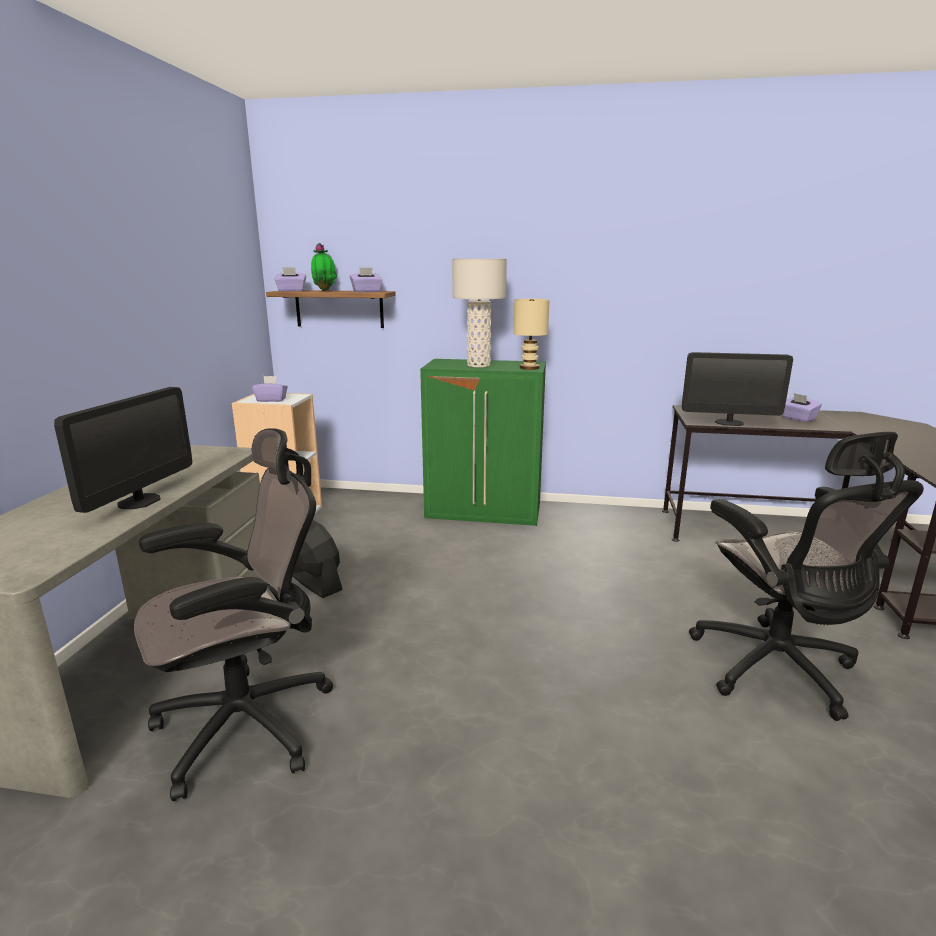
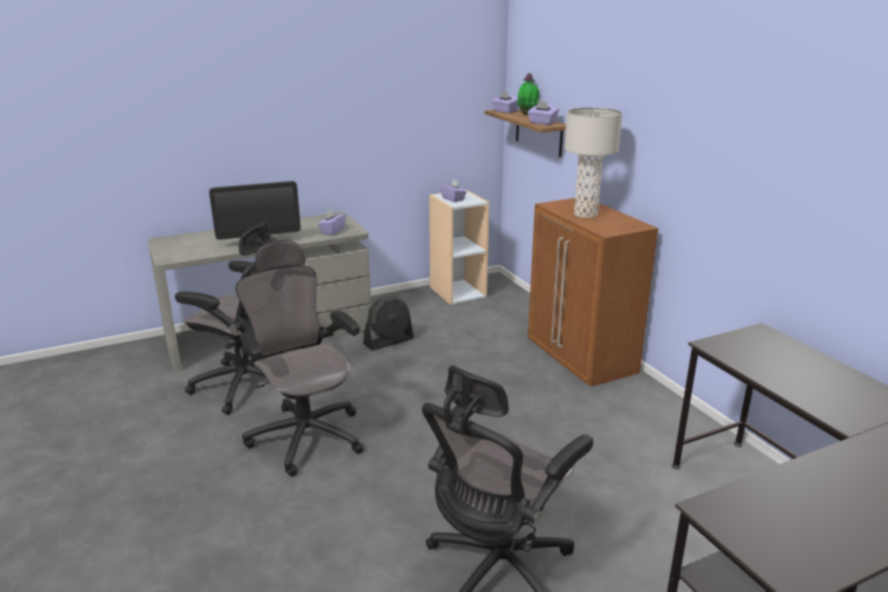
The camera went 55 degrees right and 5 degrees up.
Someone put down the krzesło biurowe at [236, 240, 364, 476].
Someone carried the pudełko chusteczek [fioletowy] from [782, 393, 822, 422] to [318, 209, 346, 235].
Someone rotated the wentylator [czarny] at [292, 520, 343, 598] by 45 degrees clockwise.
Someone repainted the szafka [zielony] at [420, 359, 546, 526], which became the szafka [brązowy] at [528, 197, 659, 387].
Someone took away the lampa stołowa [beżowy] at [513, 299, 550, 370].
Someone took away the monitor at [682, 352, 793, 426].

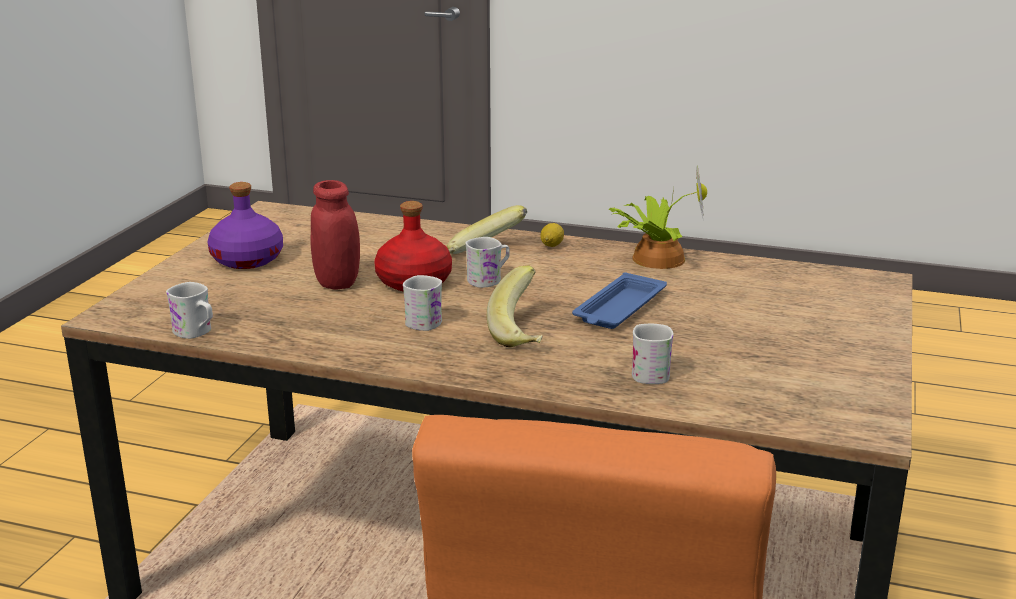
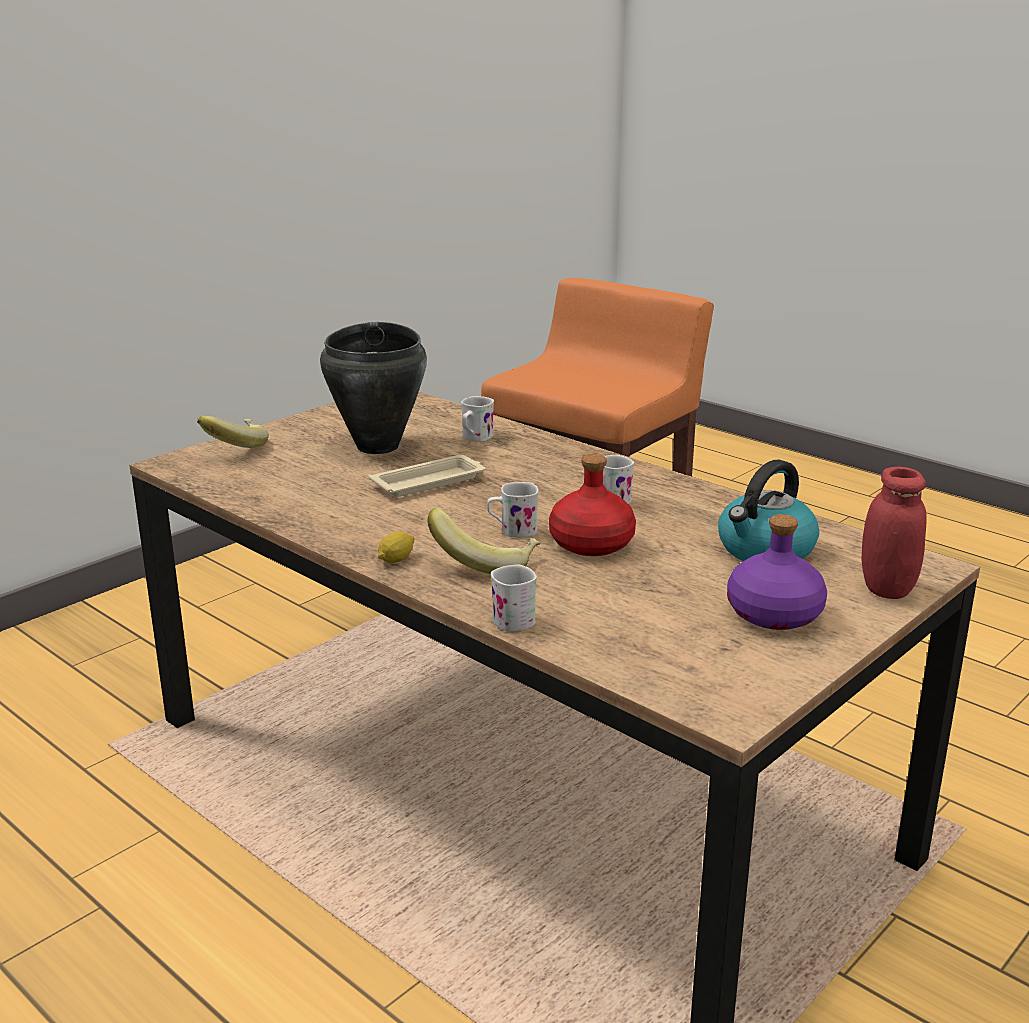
The camera went 155 degrees left and 0 degrees up.
Someone carried the banan from [487, 265, 543, 347] to [197, 416, 269, 448].
Someone put down the garnek [czarny] at [320, 322, 427, 454].
Someone repainted the taca [niebieski] at [572, 272, 667, 329], which became the taca [beżowy] at [368, 455, 485, 497].
Someone carried the kubek [biały] from [166, 282, 213, 339] to [491, 565, 537, 632].
Someone put down the czajnik at [718, 460, 819, 561].
Someone carried the słoik [czerwony] from [310, 180, 360, 289] to [861, 467, 927, 599].
Someone took away the roślina doniczkowa at [609, 166, 707, 269].

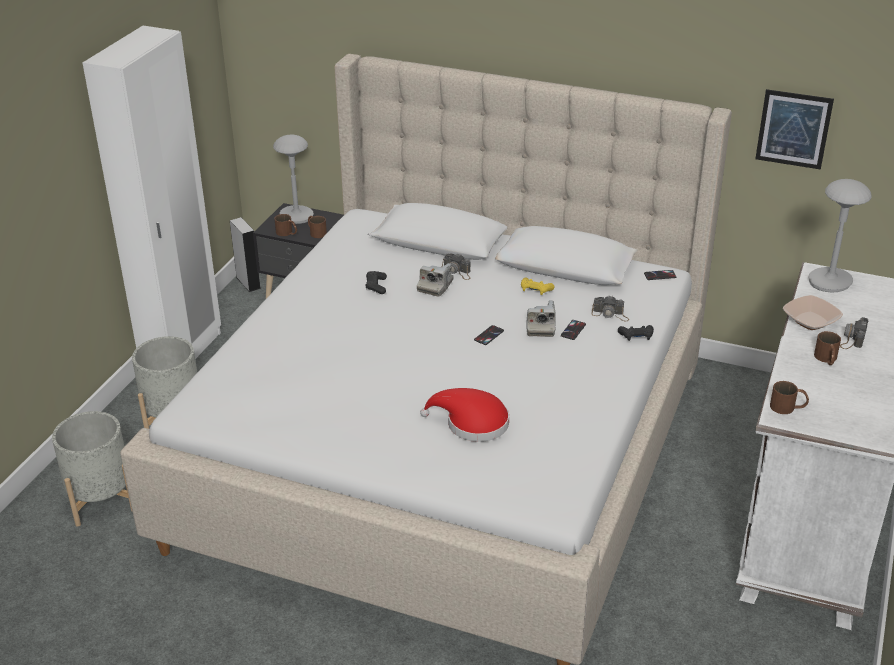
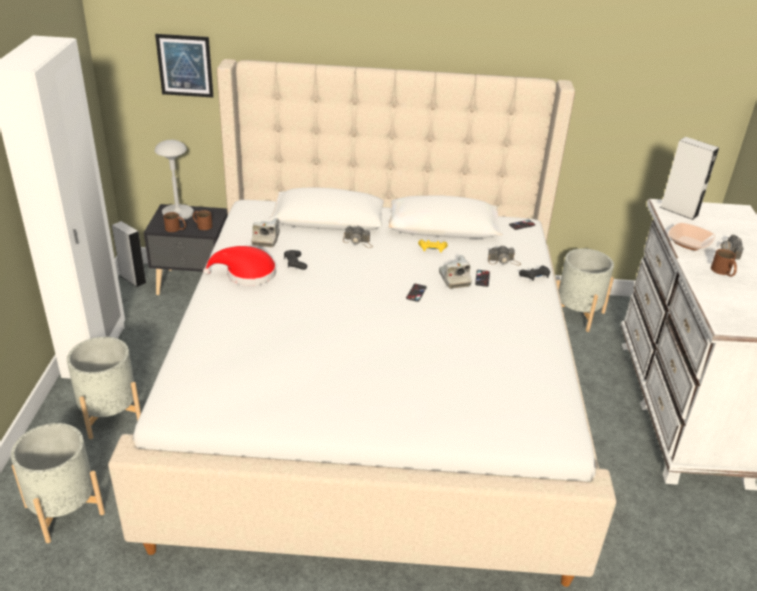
The camera went 20 degrees left and 0 degrees up.
Someone carried the obraz from [755, 89, 834, 170] to [155, 34, 213, 98].
Someone carried the kapelusz [czerwony] from [420, 388, 509, 442] to [203, 246, 276, 286].
Someone carried the aparat fotograficzny from [417, 263, 454, 296] to [251, 218, 280, 247].
Someone put down the donica [szary] at [556, 248, 614, 332].
Someone swapped the lampa stołowa [szary] at [808, 179, 871, 293] for the głośnik [szary] at [660, 137, 719, 220].
Someone took away the kubek [brązowy] at [770, 381, 809, 414].

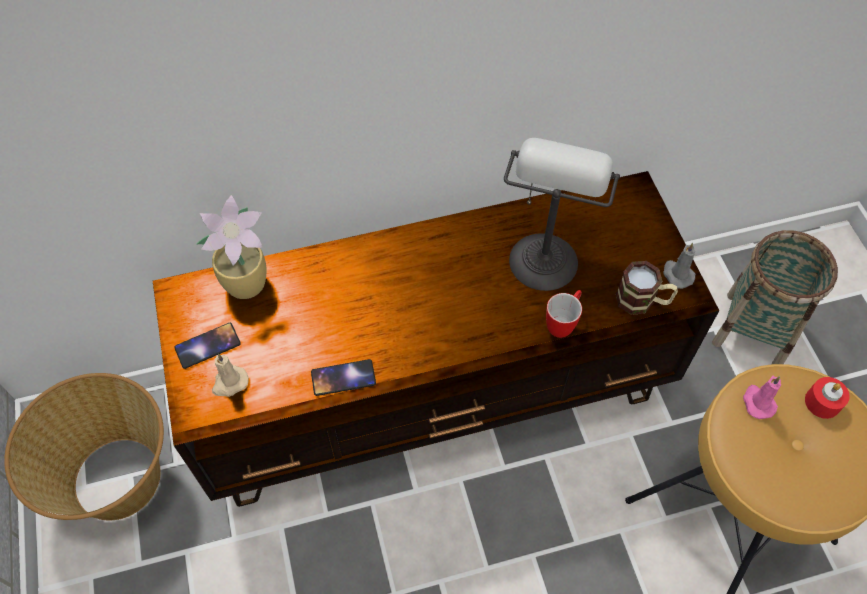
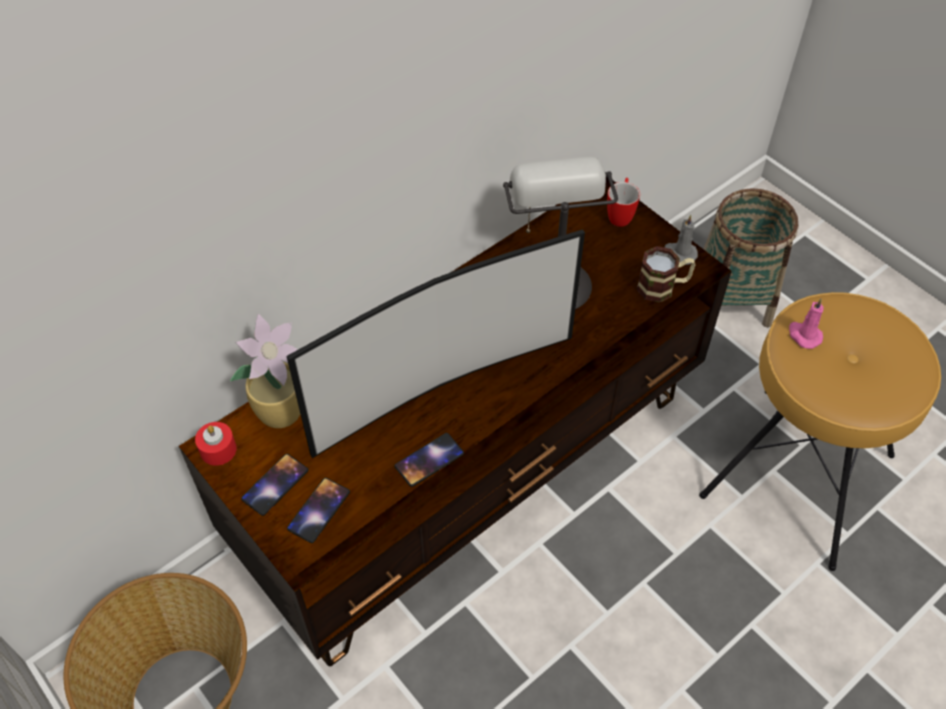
The camera went 25 degrees left and 5 degrees down.
Someone carried the świeca [czerwony] from [805, 377, 850, 419] to [195, 422, 237, 466].
Someone put down the telewizor at [287, 229, 585, 458].
Someone swapped the świeca [beżowy] at [212, 354, 249, 397] for the telefon at [287, 478, 350, 543].
Someone carried the kubek from [546, 290, 582, 338] to [607, 178, 640, 227].

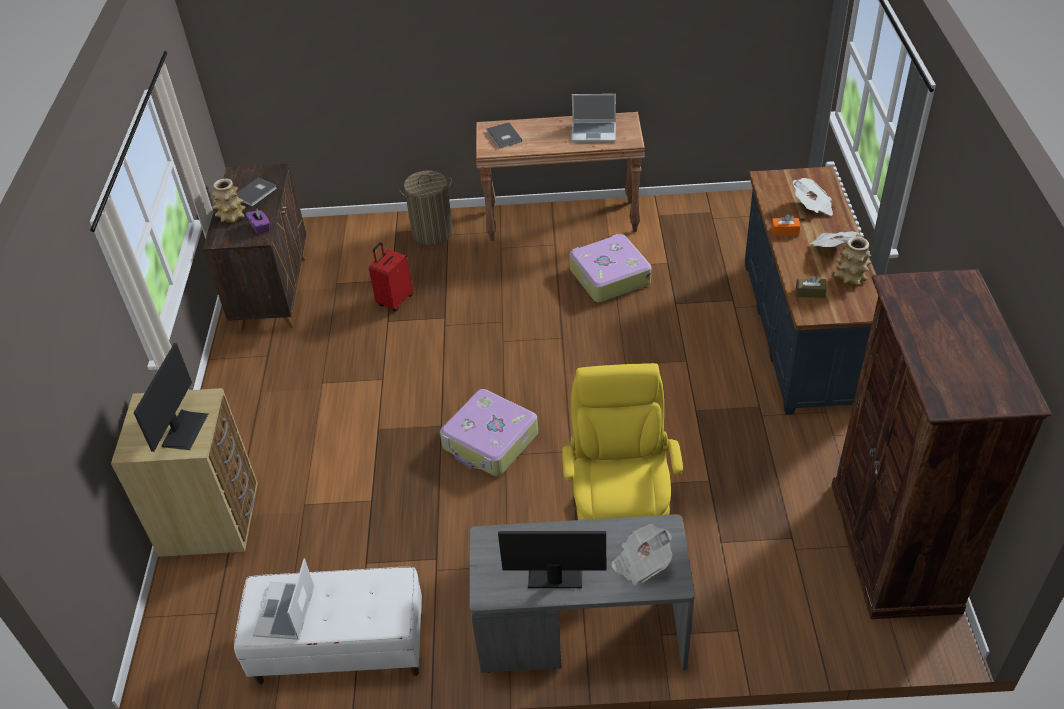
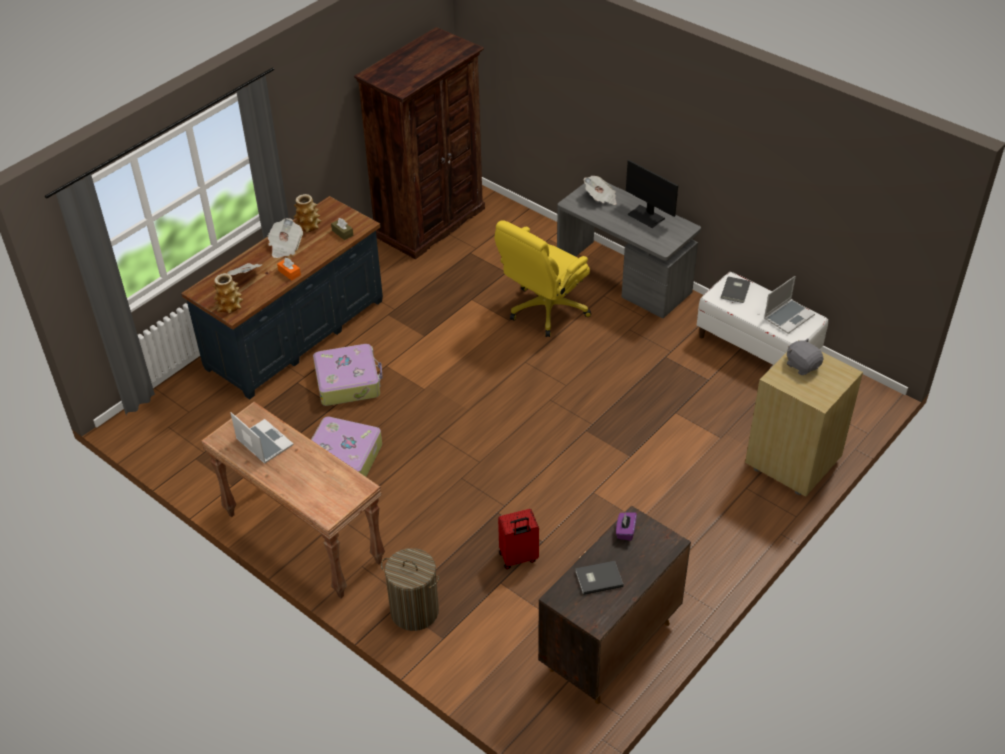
The camera went 140 degrees left and 0 degrees up.
Someone carried the wazon from [211, 178, 246, 223] to [213, 273, 243, 314].
Someone carried the walizka from [440, 389, 538, 476] to [313, 344, 383, 406].
Someone carried the książka [szary] from [486, 122, 522, 148] to [721, 276, 750, 303].
Someone swapped the monitor at [133, 343, 208, 452] for the pluszak [szary] at [787, 338, 824, 375].

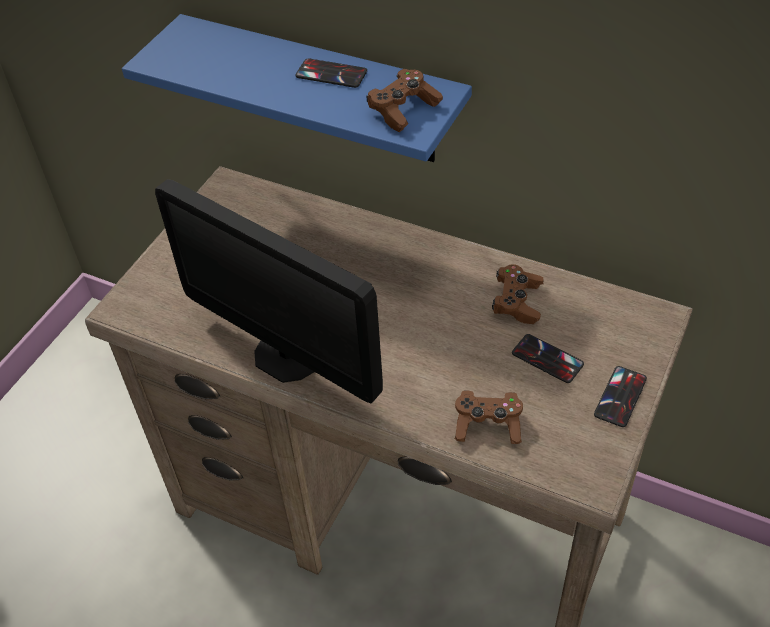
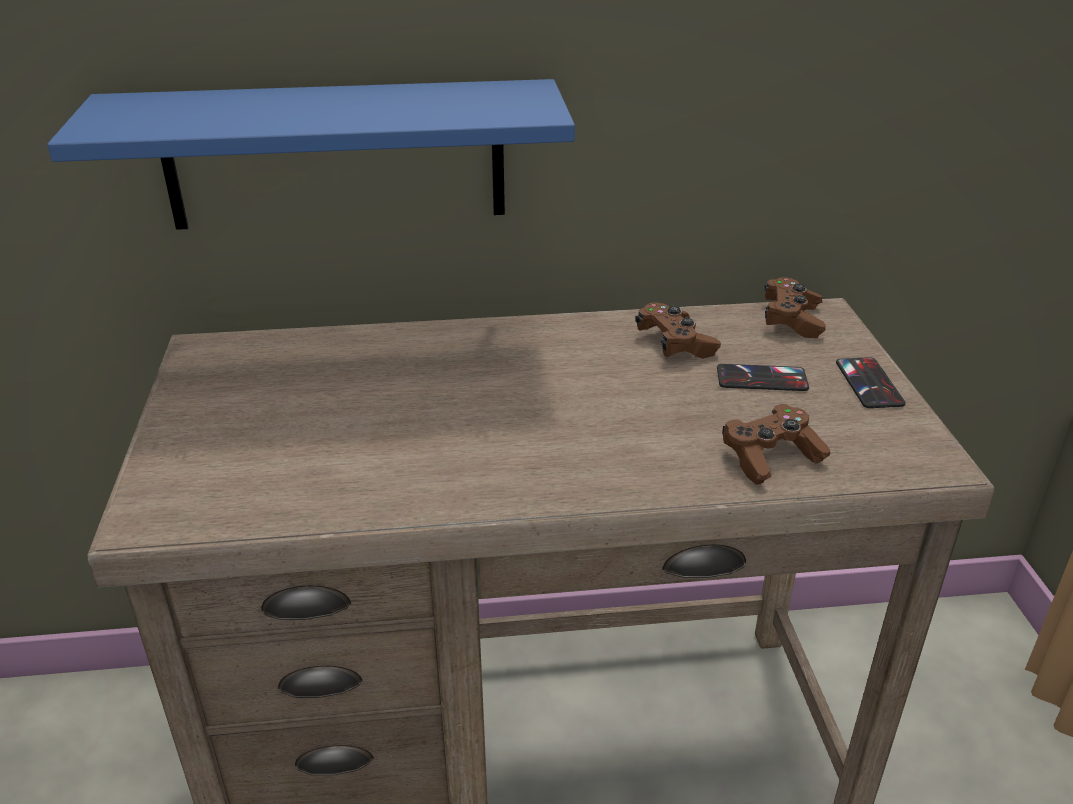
The camera went 35 degrees left and 15 degrees down.
Someone carried the pad do gier [brązowy] from [366, 69, 443, 132] to [765, 277, 826, 338].
Someone took away the monitor at [155, 179, 383, 404].
Someone took away the telefon at [295, 58, 367, 88].

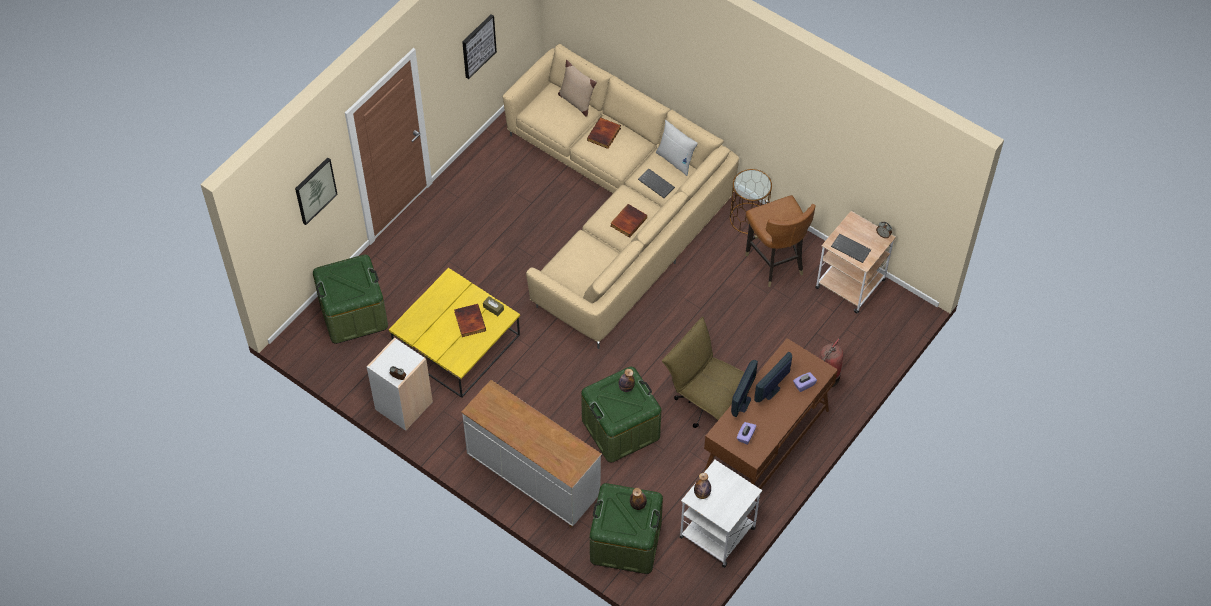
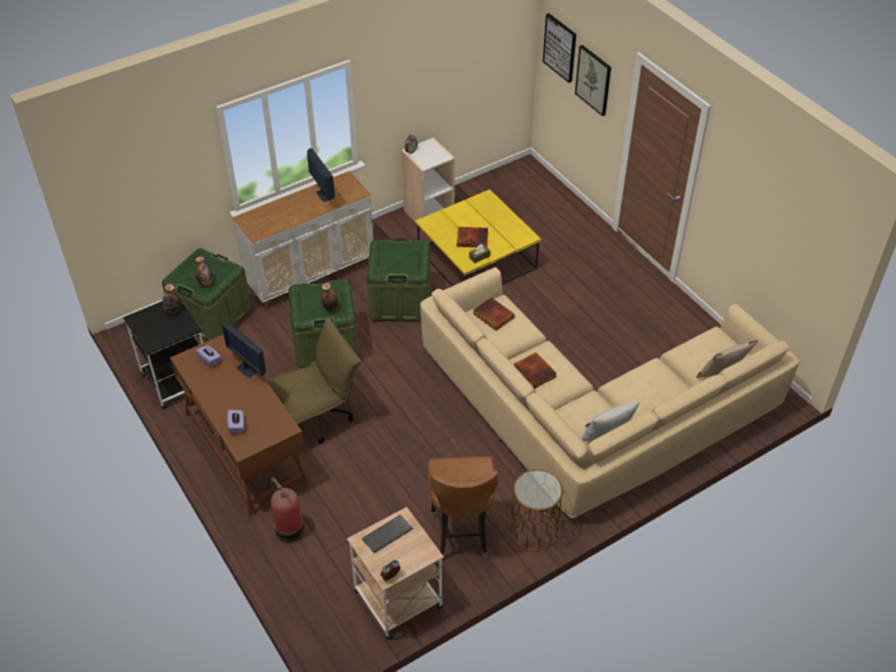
The camera went 110 degrees right and 10 degrees down.
Someone repainted the wózek [biały] at [679, 460, 762, 568], which became the wózek [czarny] at [123, 297, 203, 409].
Someone carried the monitor from [754, 352, 792, 402] to [307, 148, 335, 202].
Someone carried the pojemnik do przechowywania [zielony] from [313, 254, 388, 344] to [367, 239, 431, 322].
Someone rotated the krzesło [brązowy] at [745, 195, 816, 287] by 90 degrees counterclockwise.
Someone carried the książka from [587, 117, 621, 149] to [473, 297, 515, 331].
Someone carried the obraz from [462, 14, 497, 79] to [543, 13, 576, 83].
Someone took away the klawiatura at [638, 169, 675, 198].

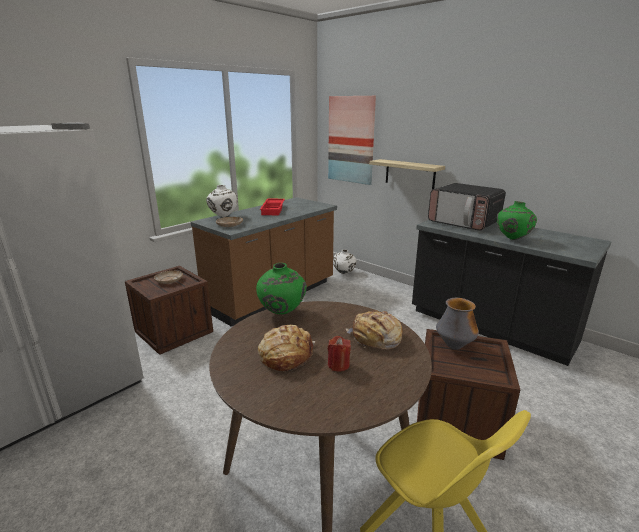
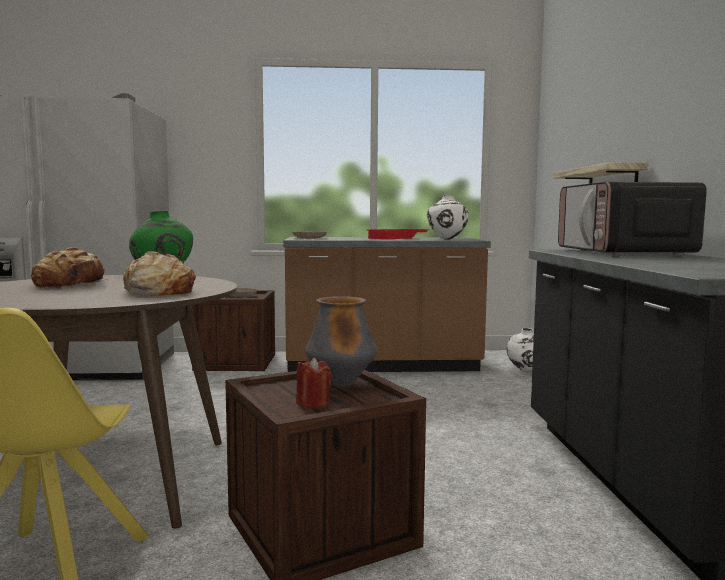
The camera went 45 degrees right and 15 degrees down.
Someone carried the świeca [czerwony] from [328, 336, 351, 372] to [296, 358, 332, 408].
Someone carried the wazon [biały] from [206, 185, 238, 217] to [427, 195, 469, 240].
Someone took away the obraz at [328, 96, 376, 185].
Someone took away the wazon [zielony] at [496, 201, 537, 240].

